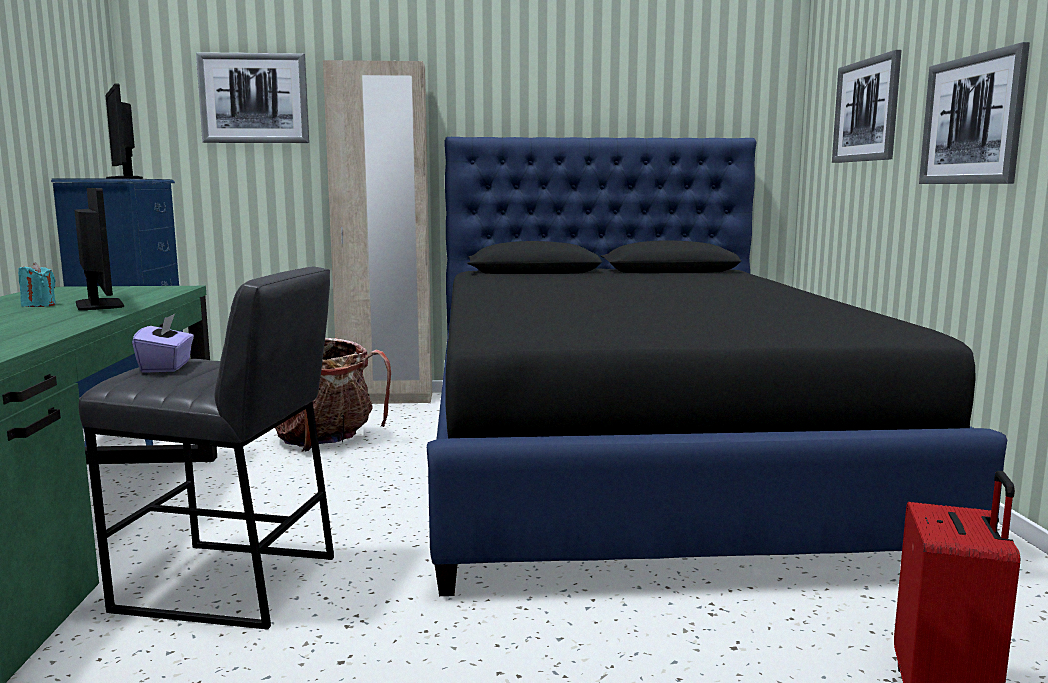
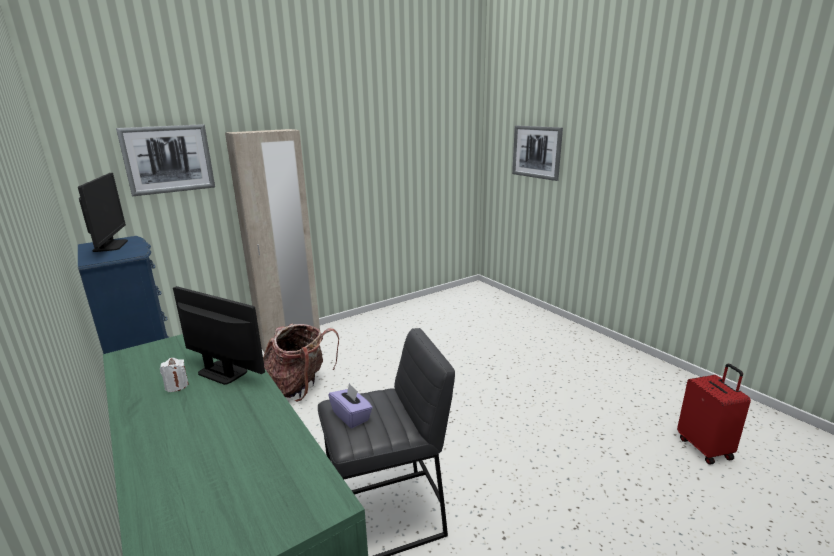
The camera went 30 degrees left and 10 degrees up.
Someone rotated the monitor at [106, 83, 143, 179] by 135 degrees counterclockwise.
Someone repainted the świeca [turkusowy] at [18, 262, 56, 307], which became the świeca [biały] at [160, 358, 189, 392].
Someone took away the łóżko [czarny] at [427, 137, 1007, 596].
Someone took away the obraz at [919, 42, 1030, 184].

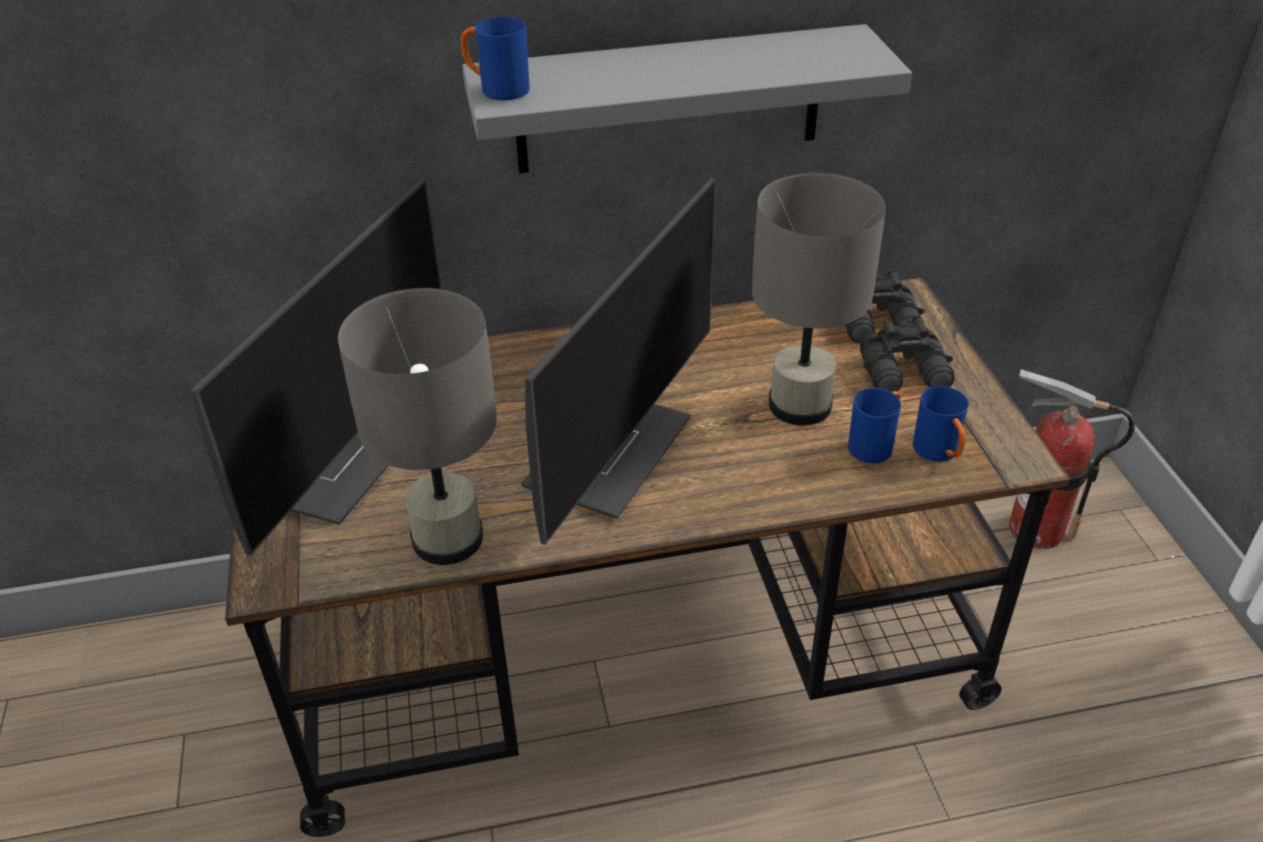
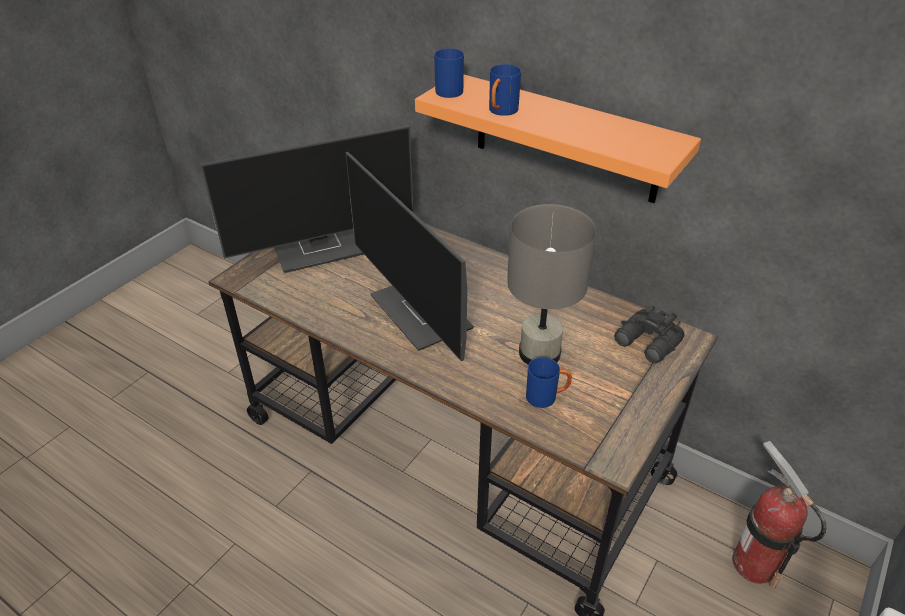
The camera went 45 degrees right and 0 degrees up.
Someone rotated the monitor at [521, 177, 716, 545] by 75 degrees clockwise.
Someone repainted the półka [szary] at [462, 24, 912, 174], which became the półka [pomarańczowy] at [415, 75, 701, 203].
Someone carried the kubek [niebieski] from [913, 386, 969, 462] to [489, 64, 521, 116].
Someone took away the lampa stołowa [szary] at [338, 288, 497, 565].
Someone took away the lornetka [czarny] at [860, 315, 954, 392].

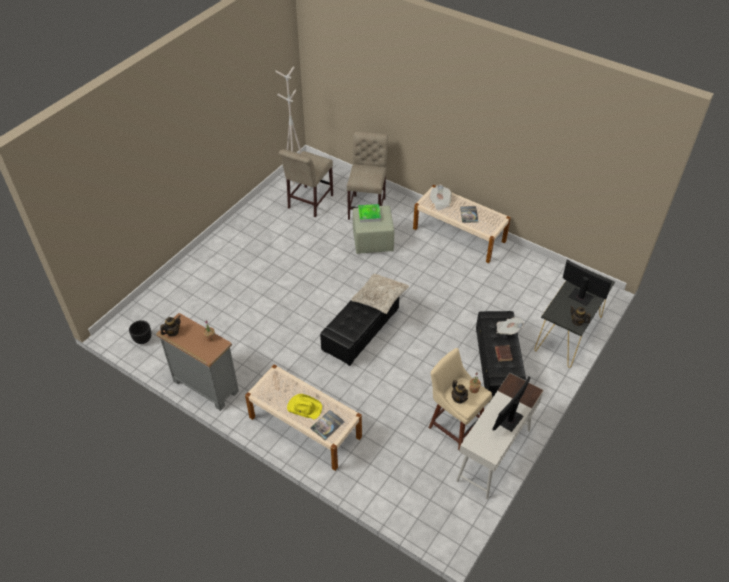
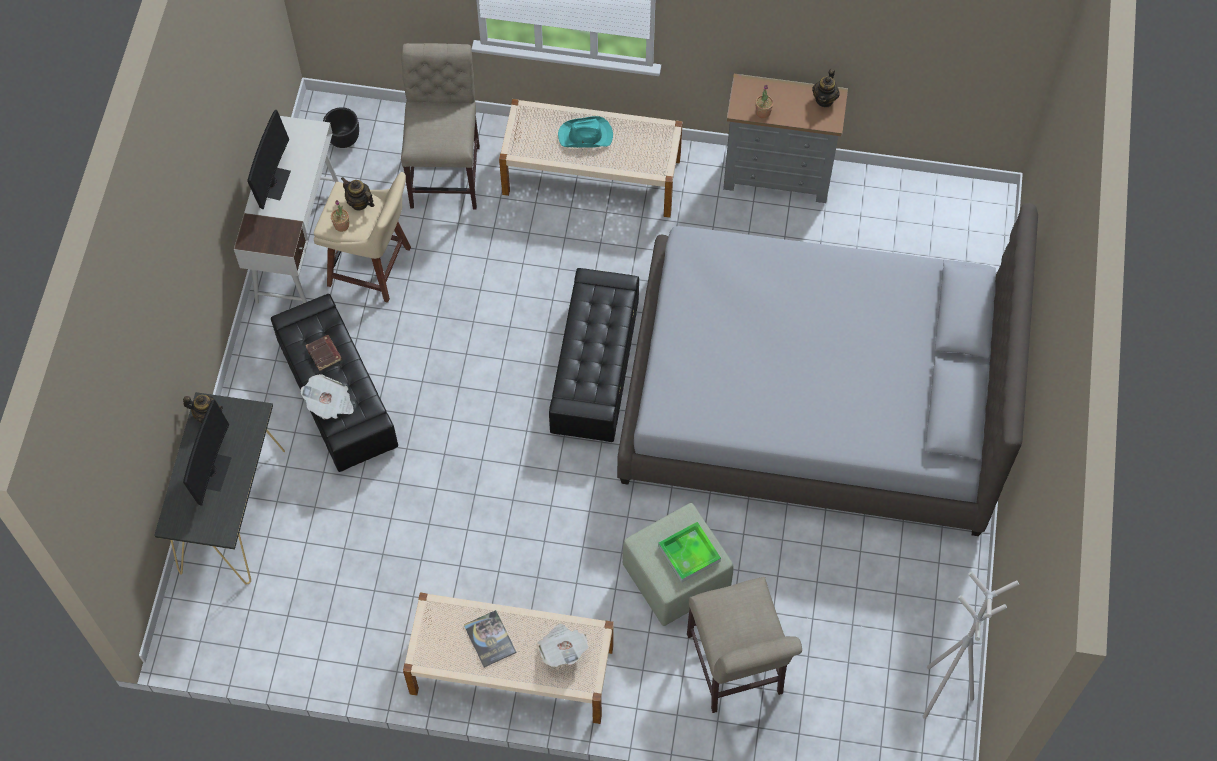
The camera went 155 degrees right and 15 degrees up.
Someone rotated the monitor at [563, 260, 612, 306] by 90 degrees counterclockwise.
Someone carried the donica [czarny] from [129, 320, 151, 344] to [323, 107, 359, 148].
Someone carried the krzesło [beżowy] from [279, 149, 333, 217] to [401, 43, 480, 210].
Someone repainted the kapelusz [żółty] at [287, 394, 322, 420], which became the kapelusz [turkusowy] at [558, 116, 613, 148].
Someone put down the łóżko [szary] at [617, 203, 1038, 536].
Someone took away the książka at [310, 410, 344, 440].
Someone took away the poduszka [beżowy] at [351, 274, 409, 314].

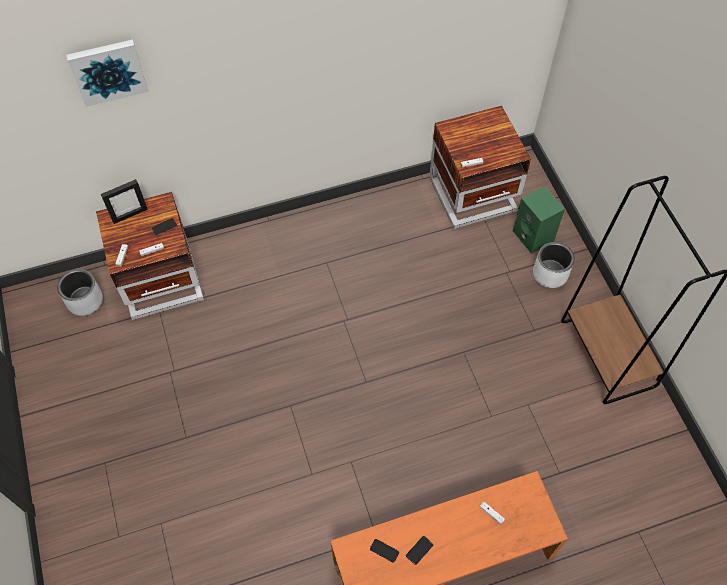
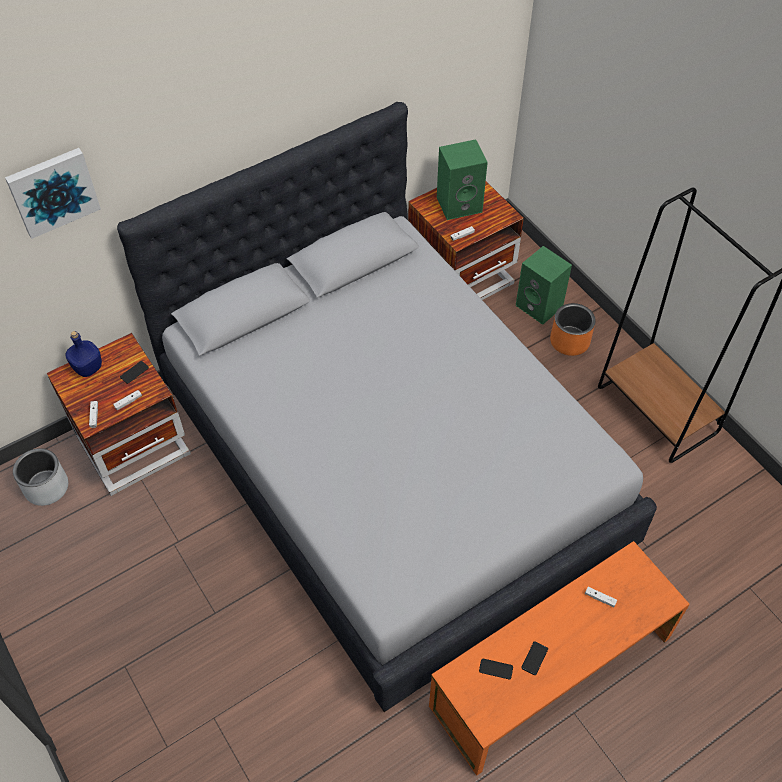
The camera went 15 degrees left and 5 degrees down.
Someone swapped the ramka na zdjęcie at [101, 179, 148, 224] for the butelka [niebieski] at [65, 331, 102, 377].
Someone put down the łóżko [szary] at [117, 102, 657, 712].
Someone put down the głośnik [zielony] at [437, 139, 488, 220].
Someone repainted the donica [biały] at [533, 242, 575, 288], which became the donica [pomarańczowy] at [550, 303, 596, 356].

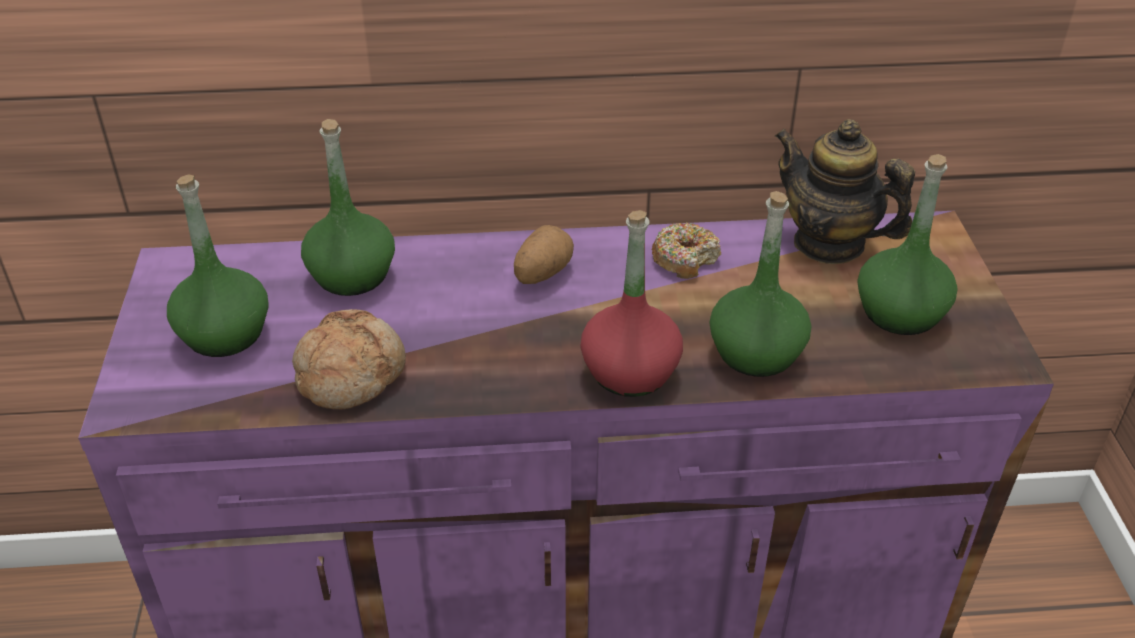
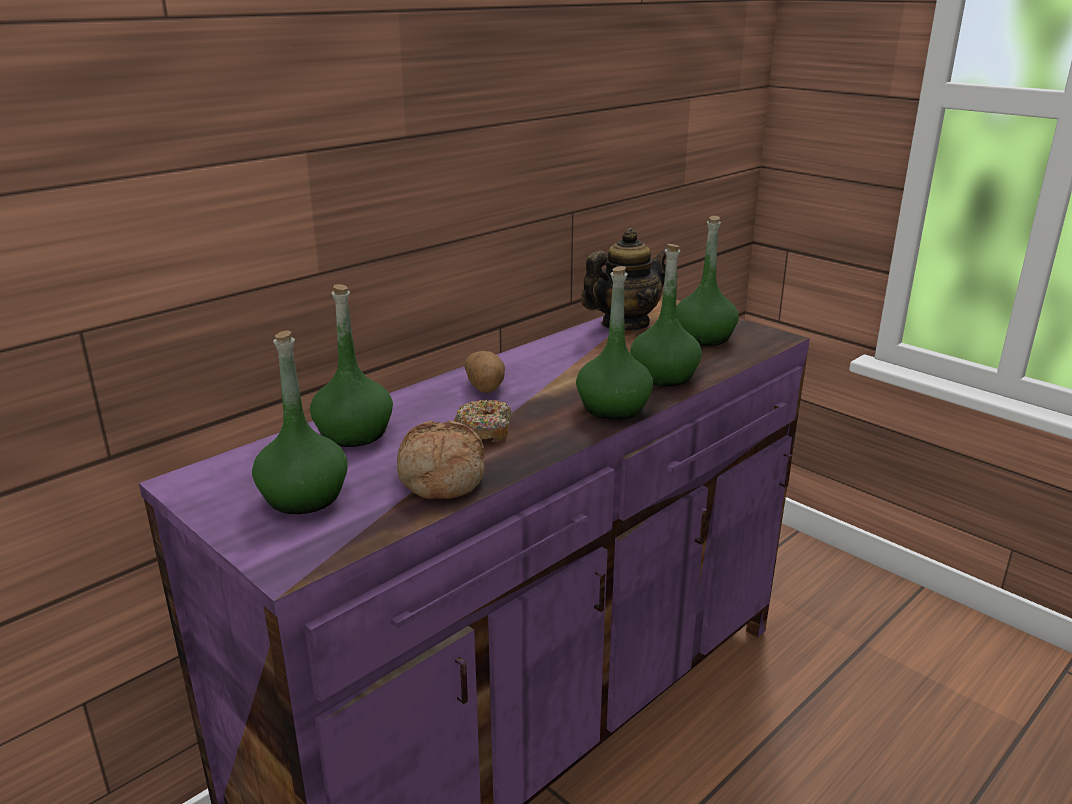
The camera went 40 degrees left and 15 degrees down.
Someone carried the donut from [652, 223, 721, 279] to [454, 400, 511, 442].
Someone repainted the butelka [czerwony] at [580, 210, 683, 397], which became the butelka [zielony] at [576, 266, 653, 420].
Someone rotated the imbryk at [775, 119, 915, 264] by 150 degrees clockwise.

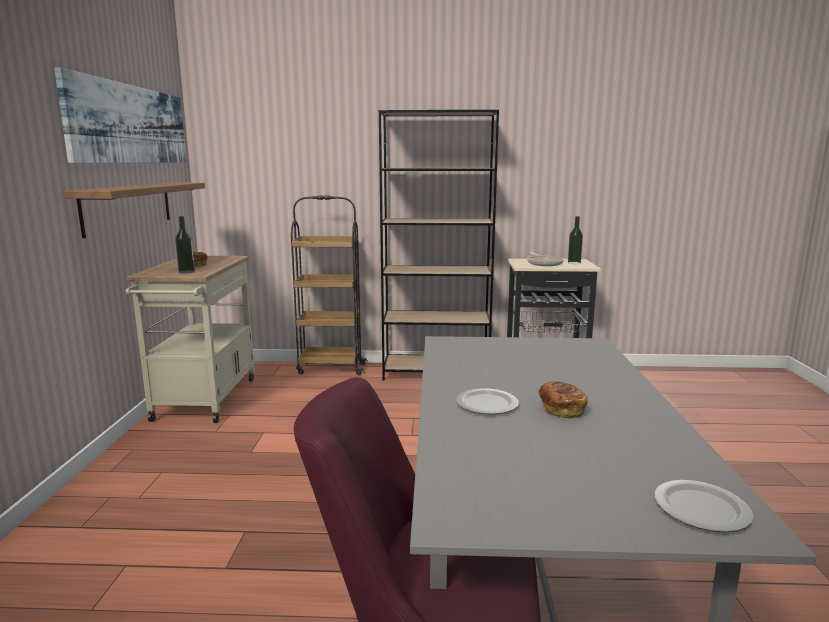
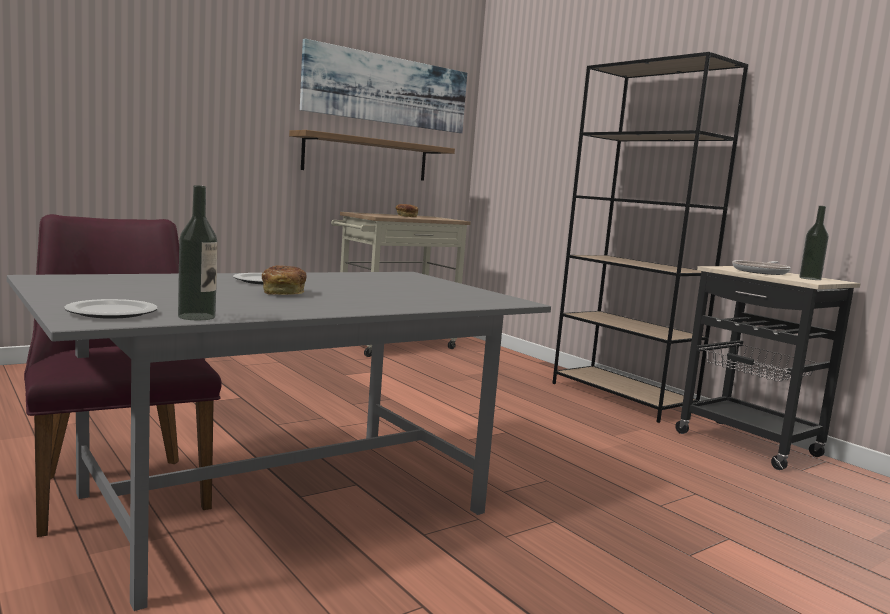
The camera went 50 degrees right and 5 degrees down.
Someone carried the butelka from [175, 216, 195, 274] to [178, 185, 218, 320].
Someone took away the wózek [brązowy] at [291, 195, 368, 375].

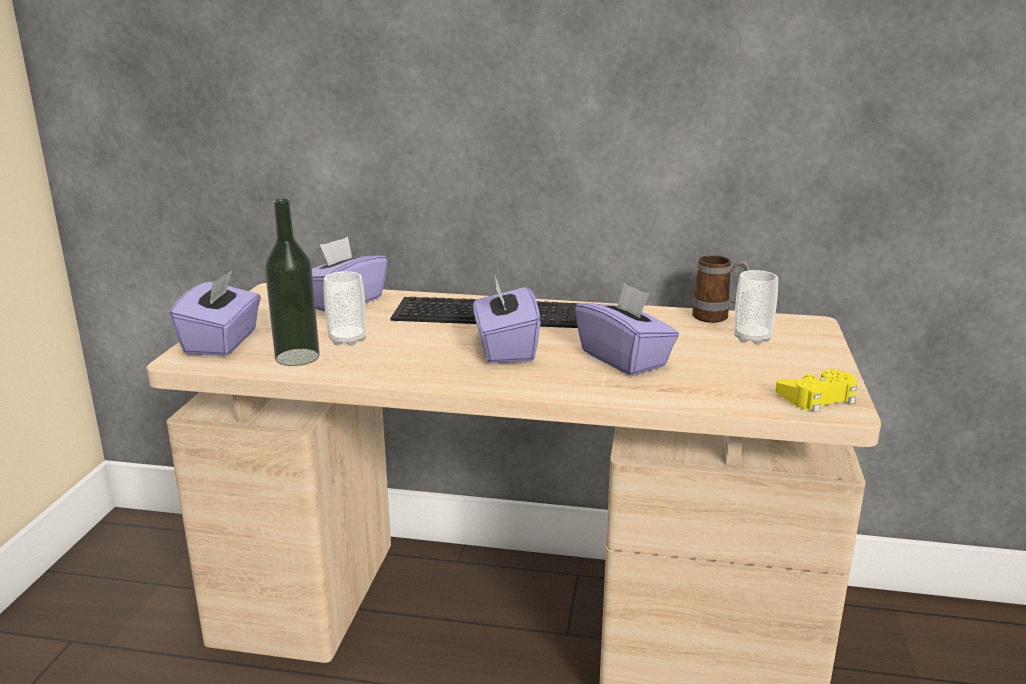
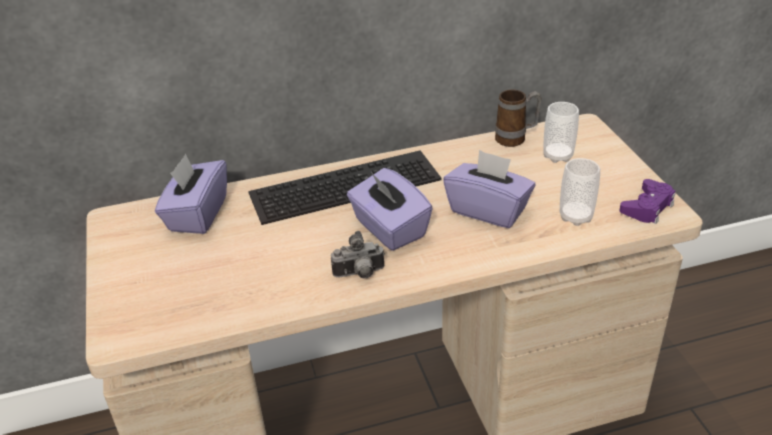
The camera went 25 degrees left and 15 degrees up.
Someone put down the aparat fotograficzny at [331, 231, 385, 278].
Someone carried the filiżanka from [324, 271, 366, 346] to [560, 158, 600, 226].
Someone repainted the pad do gier [żółty] at [775, 369, 858, 413], which became the pad do gier [fioletowy] at [619, 179, 676, 224].
Someone took away the pudełko chusteczek [fioletowy] at [169, 270, 261, 356].
Someone took away the butelka at [265, 199, 320, 366].

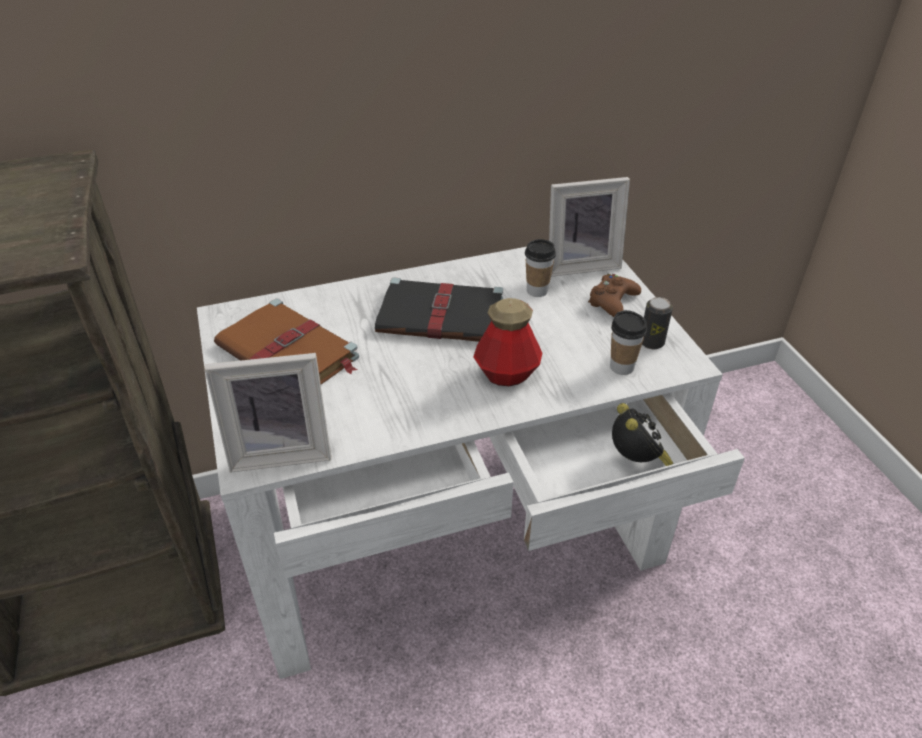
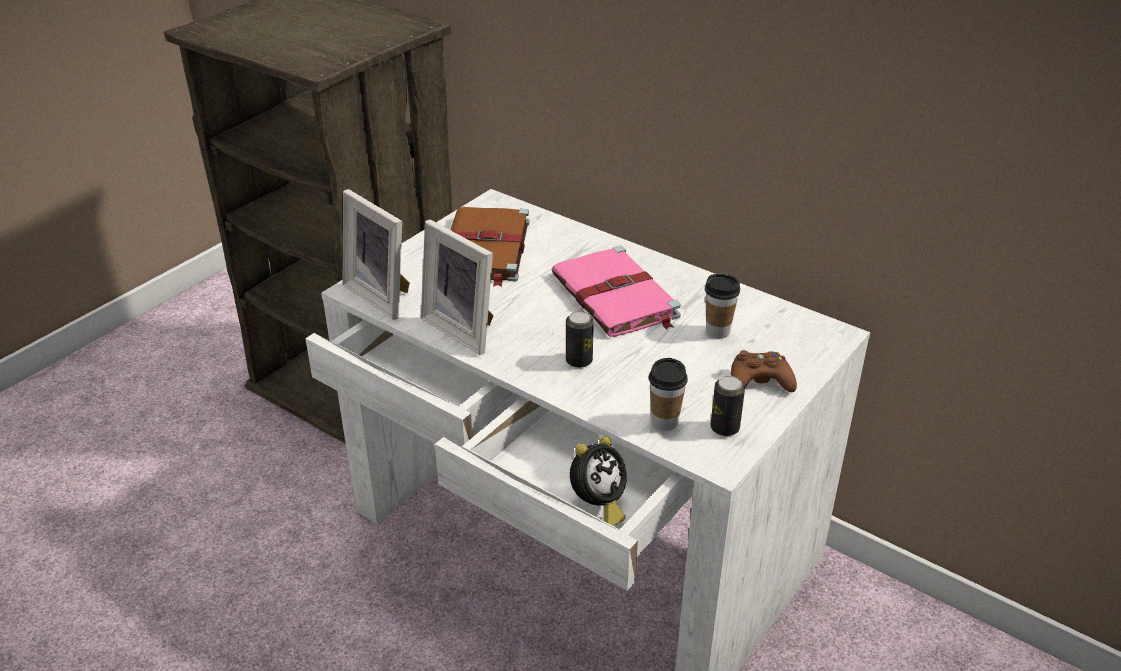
The camera went 55 degrees right and 5 degrees down.
Someone carried the ramka na zdjęcie from [549, 177, 630, 277] to [421, 219, 494, 355].
Someone repainted the książka [czarny] at [375, 277, 503, 342], which became the książka [różowy] at [552, 246, 681, 337].
Someone swapped the butelka at [473, 298, 542, 386] for the puszka at [566, 311, 594, 368].

